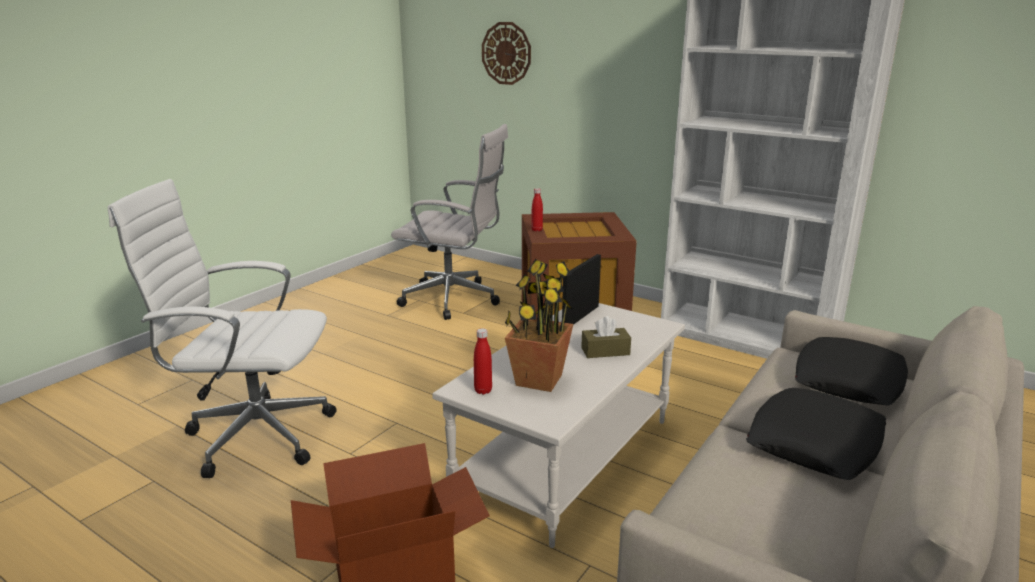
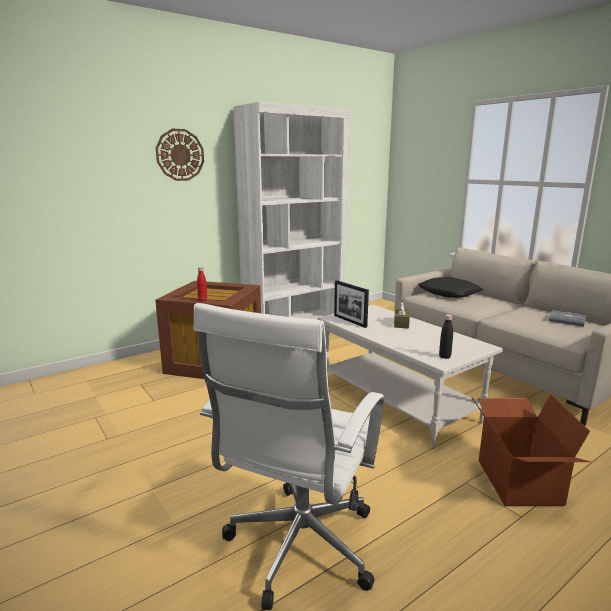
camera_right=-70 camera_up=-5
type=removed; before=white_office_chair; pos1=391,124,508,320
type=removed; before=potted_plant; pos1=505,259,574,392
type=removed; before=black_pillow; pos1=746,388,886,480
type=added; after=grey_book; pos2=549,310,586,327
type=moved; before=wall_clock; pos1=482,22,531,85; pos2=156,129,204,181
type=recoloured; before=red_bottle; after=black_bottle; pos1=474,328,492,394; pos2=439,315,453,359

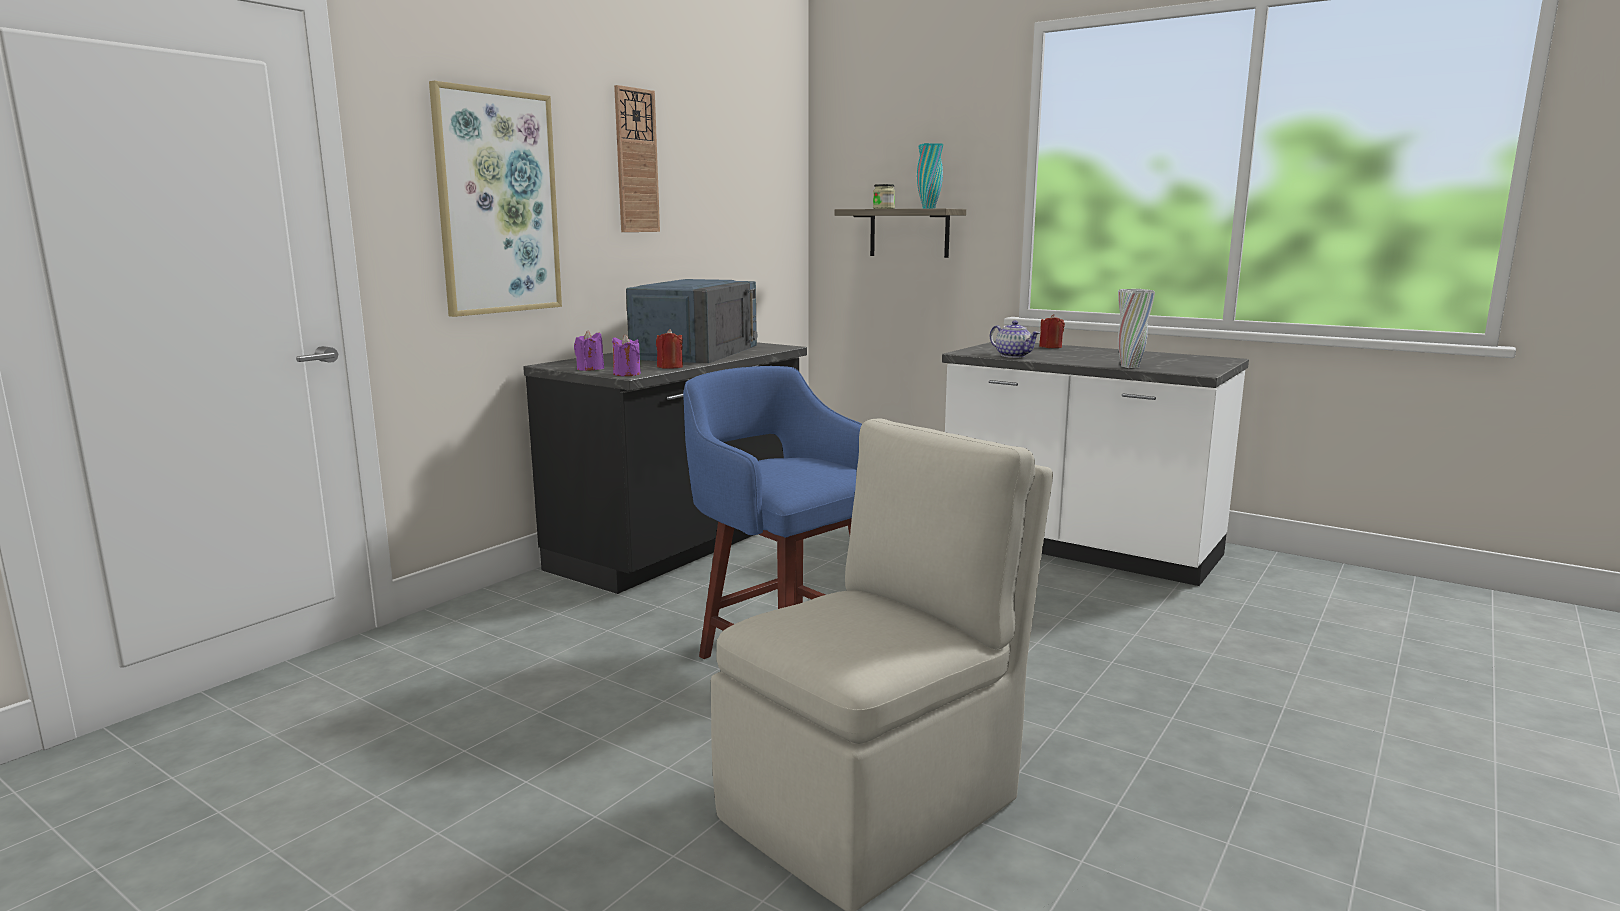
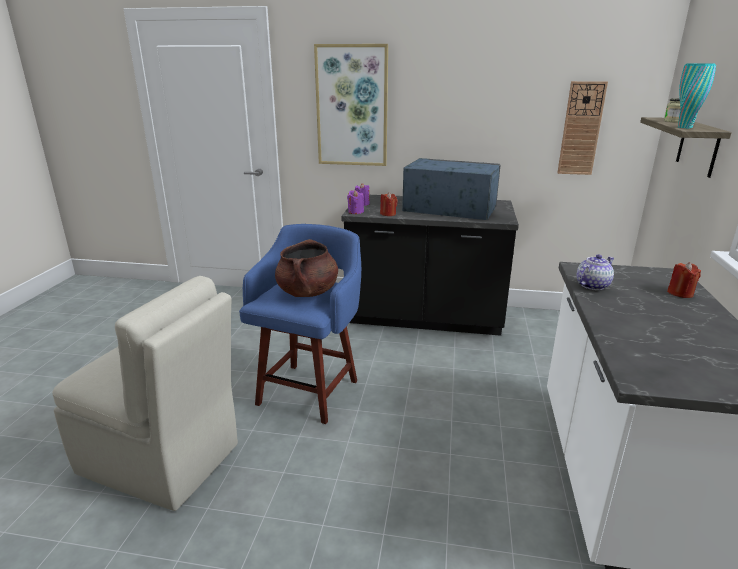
camera_right=65 camera_up=10
type=removed; before=white_vase; pos1=1118,289,1155,368
type=added; after=brown_cooking_pot; pos2=275,239,338,297
type=moved; before=wall_clock; pos1=614,85,660,232; pos2=557,81,608,175
type=turned; before=blue_microwave; pos1=626,279,757,363; pos2=402,158,500,220; turn=-150
type=turned; before=teapot; pos1=990,321,1040,358; pos2=577,254,614,290; turn=-150

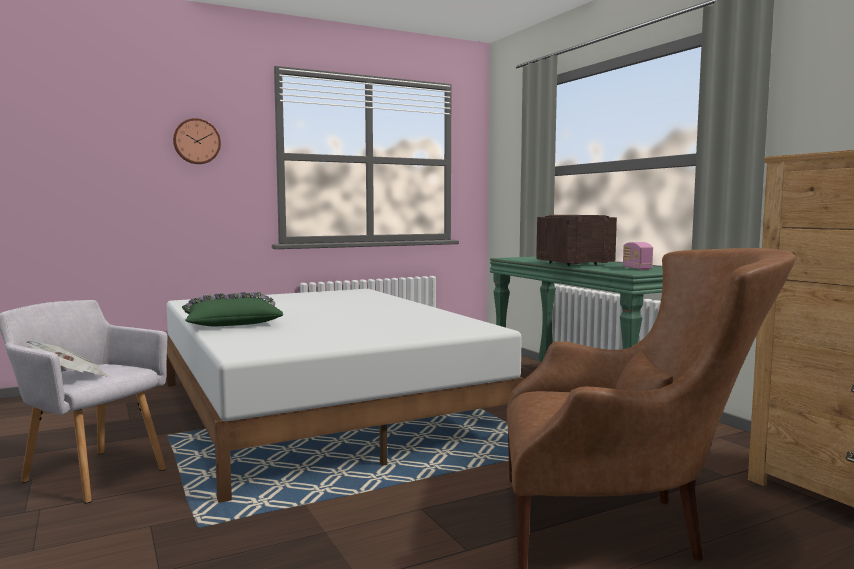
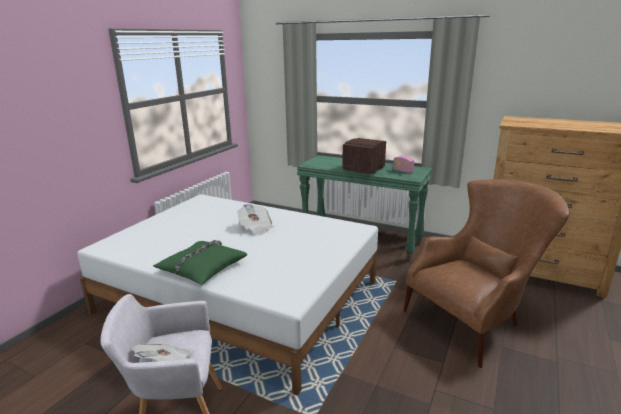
camera_right=-35 camera_up=15
type=removed; before=wall_clock; pos1=173,118,221,164
type=added; after=newspaper; pos2=237,204,273,236

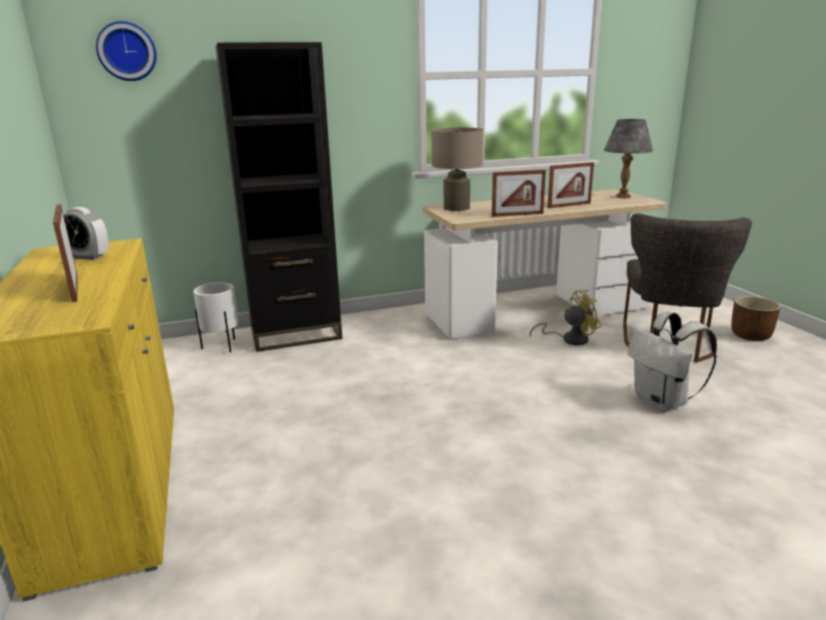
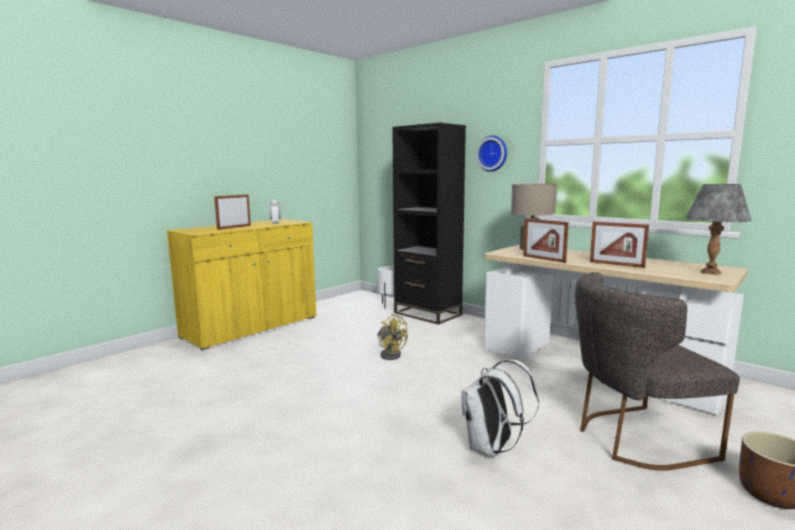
camera_right=60 camera_up=-10
type=moved; before=wall_clock; pos1=96,21,157,81; pos2=476,136,507,172
type=moved; before=yellow_fan; pos1=530,290,601,345; pos2=377,314,408,360

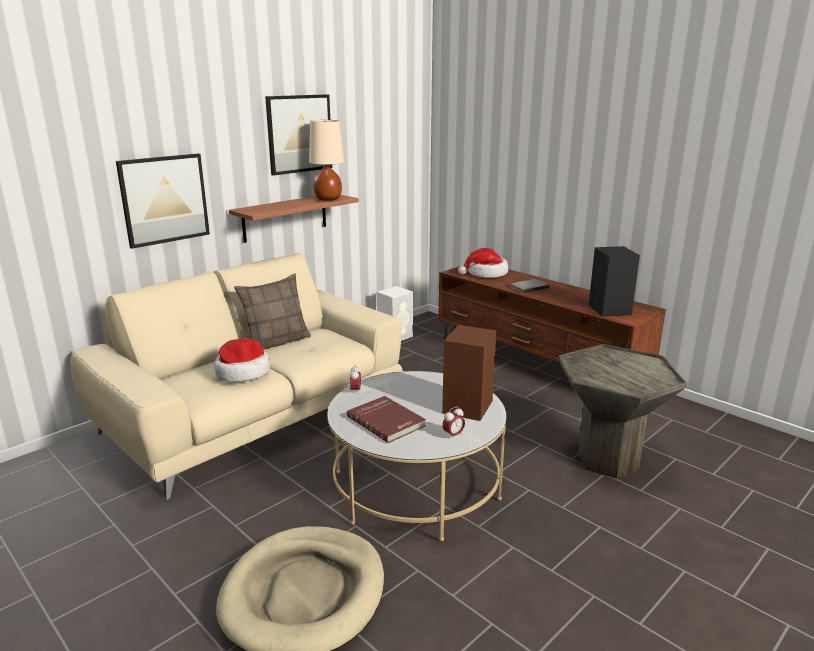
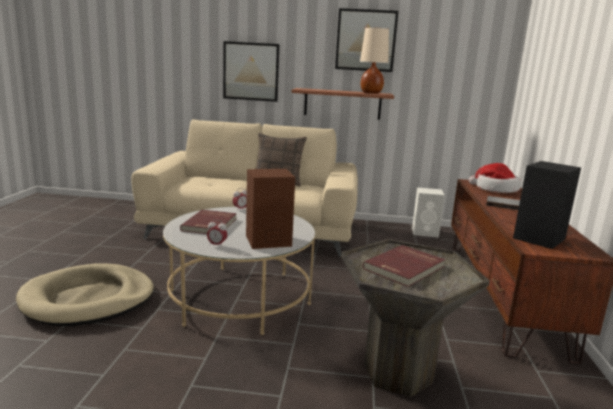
camera_right=50 camera_up=-5
type=removed; before=hat; pos1=215,338,270,382
type=added; after=red_book; pos2=363,245,445,287

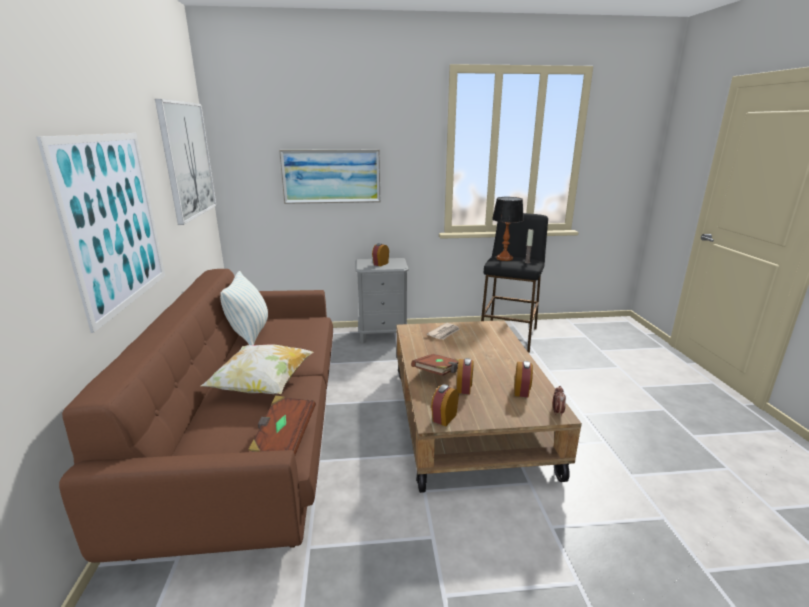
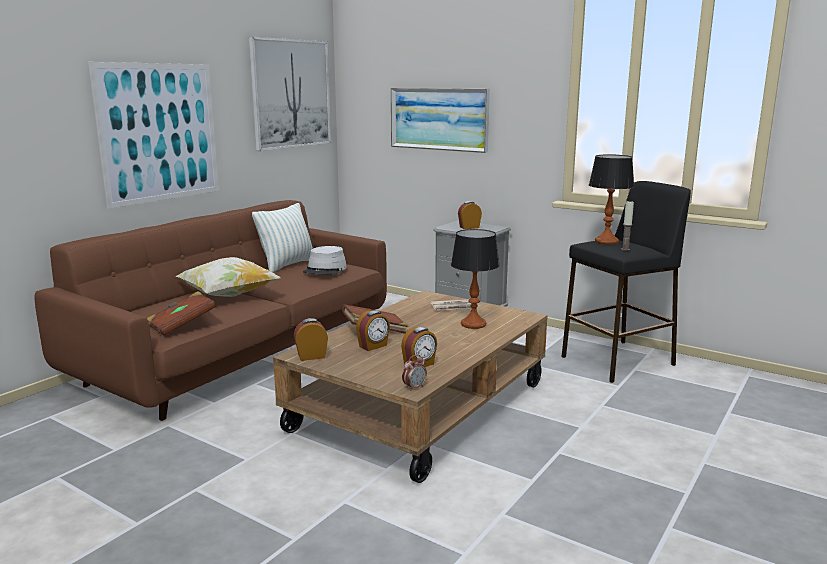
camera_right=40 camera_up=-5
type=added; after=grey_hat; pos2=303,246,347,275
type=added; after=table_lamp; pos2=451,229,500,329

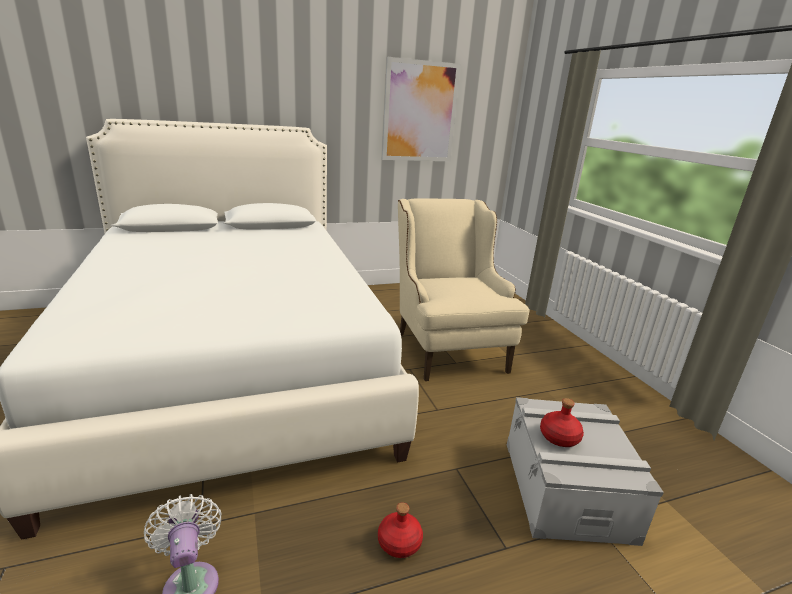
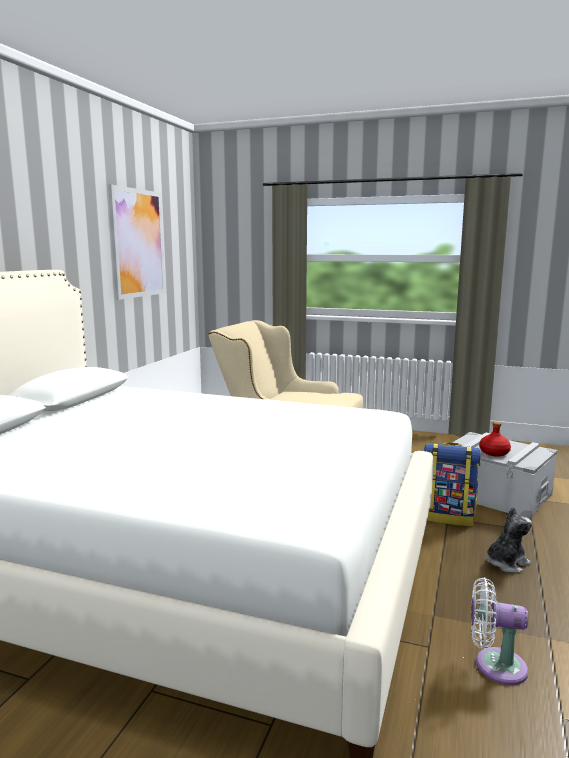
camera_right=-50 camera_up=-10
type=added; after=backpack; pos2=424,442,481,526
type=replaced; before=red_bottle; after=plush_toy; pos1=378,502,423,558; pos2=487,507,532,573

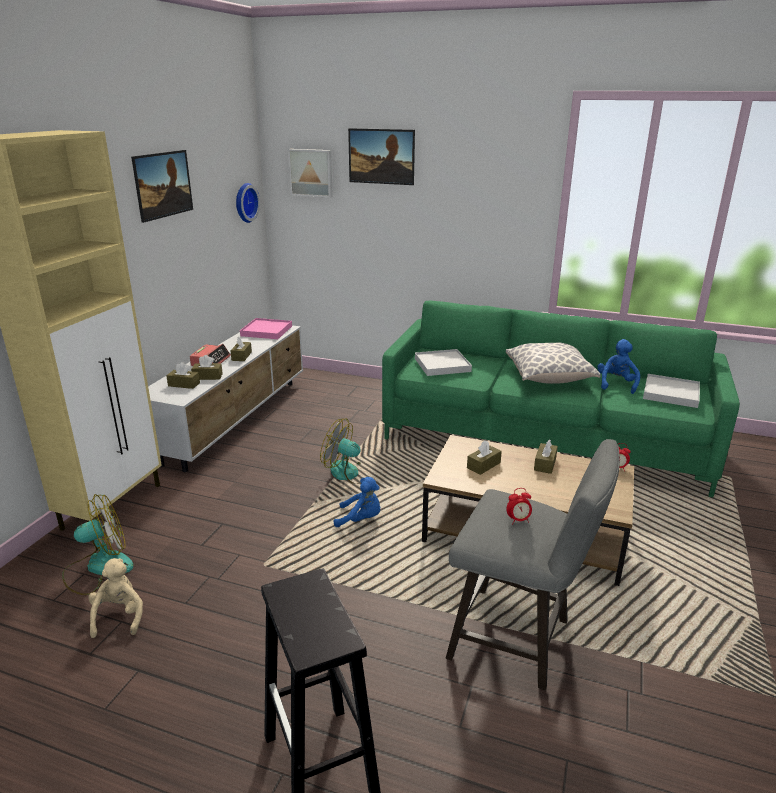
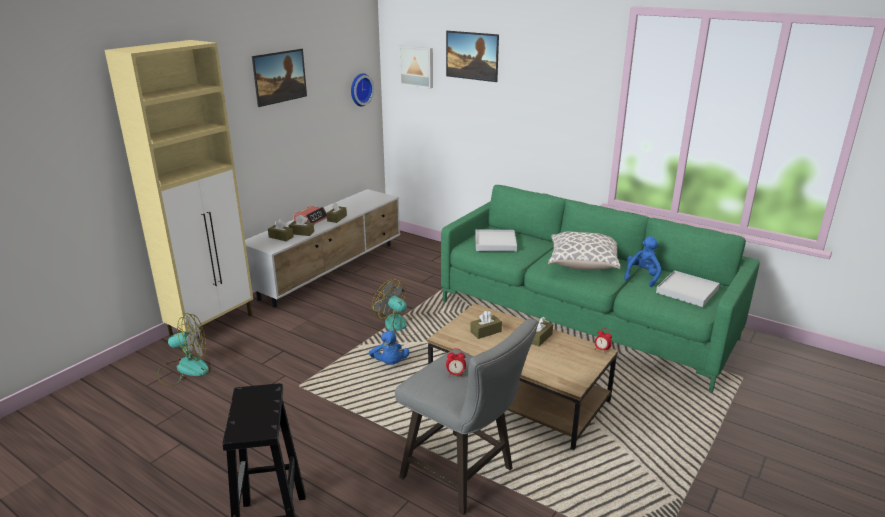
camera_right=15 camera_up=0
type=removed; before=beige_plush_toy; pos1=88,558,143,638
type=removed; before=pink_tray; pos1=240,318,292,339
type=turned; before=blue_plush_toy; pos1=334,477,380,527; pos2=369,330,409,365; turn=45

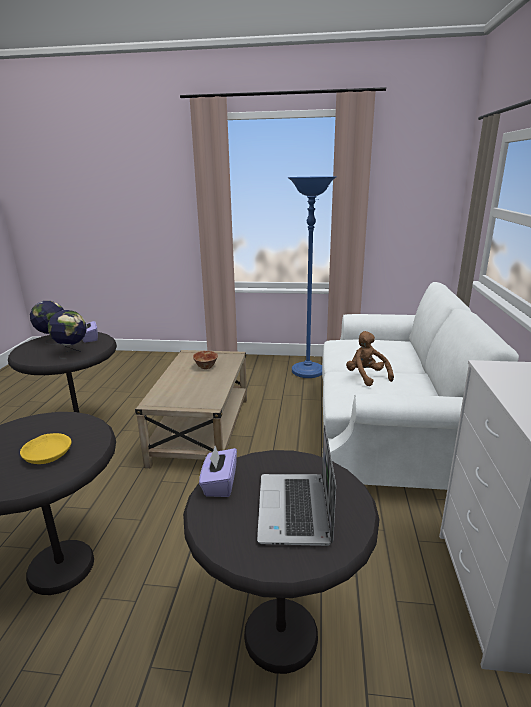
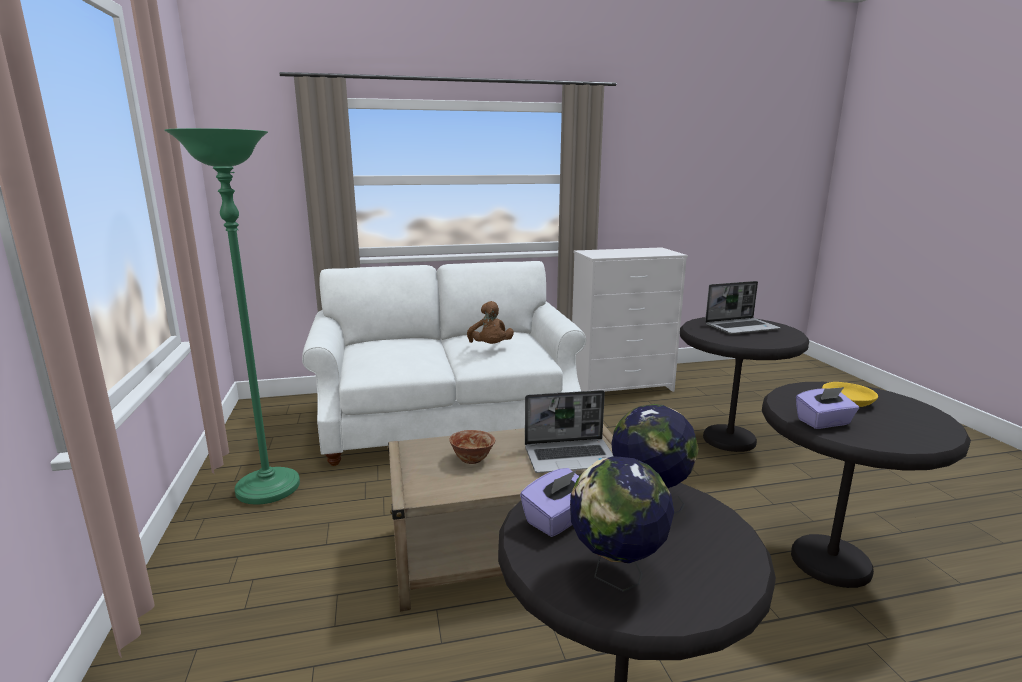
camera_right=-110 camera_up=-5
type=added; after=laptop; pos2=525,390,613,473
type=moved; before=purple_tissue_box; pos1=199,446,237,497; pos2=796,387,859,429
type=recoloured; before=blue_floor_lamp; after=green_floor_lamp; pos1=288,176,337,378; pos2=165,128,300,504
type=turned; before=brown_plush_toy; pos1=346,331,394,386; pos2=467,301,514,344; turn=-60

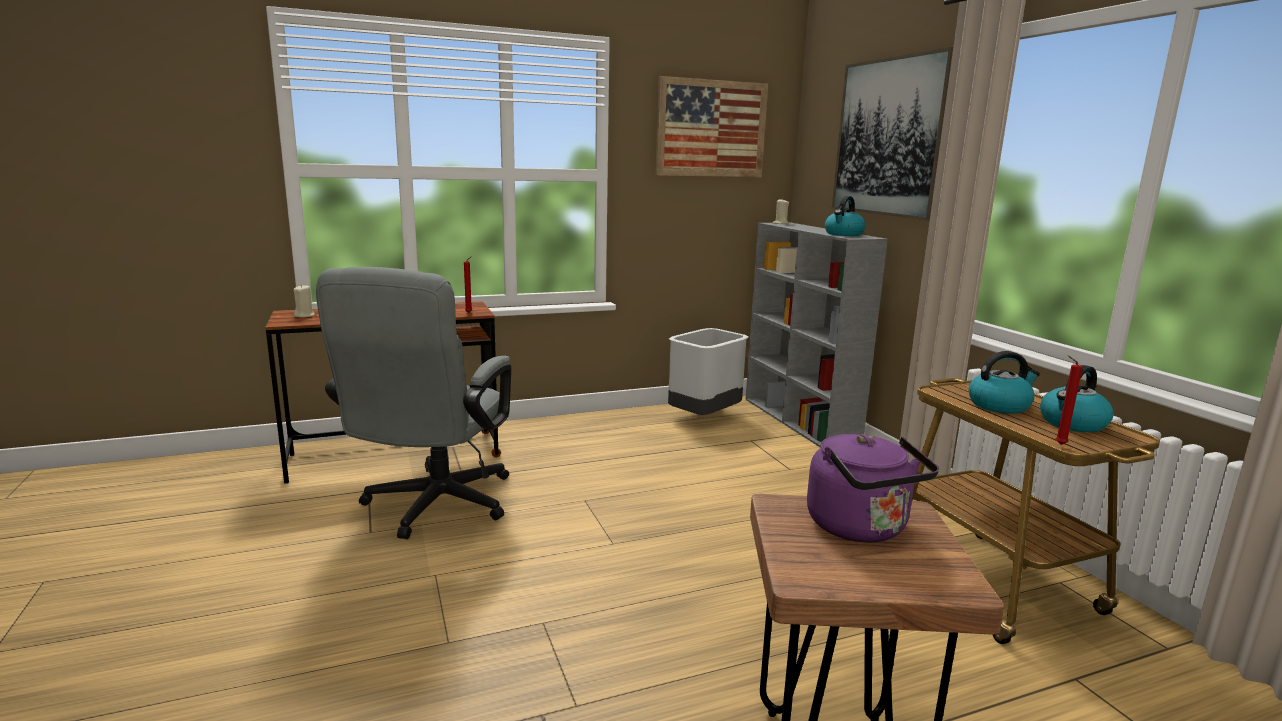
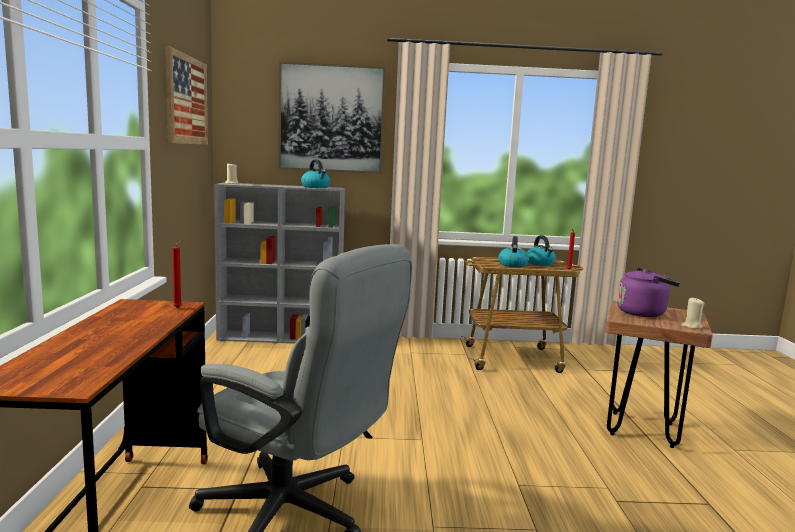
camera_right=-70 camera_up=-5
type=removed; before=grey_trash_can; pos1=668,328,748,415
type=moved; before=beige_candle; pos1=293,284,315,318; pos2=681,297,705,329

